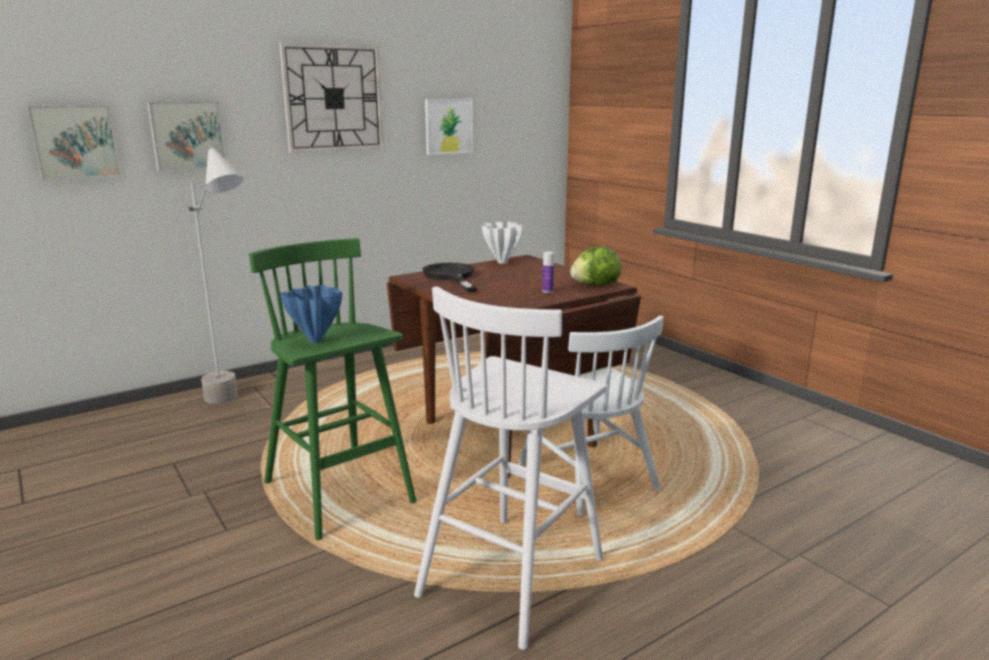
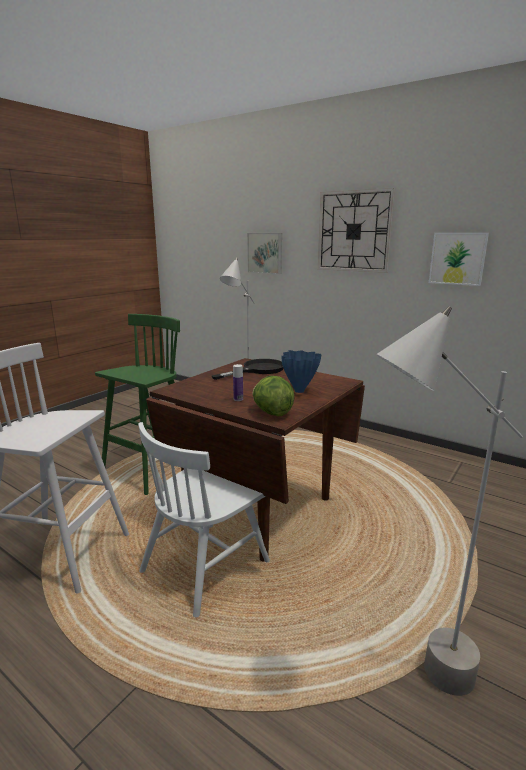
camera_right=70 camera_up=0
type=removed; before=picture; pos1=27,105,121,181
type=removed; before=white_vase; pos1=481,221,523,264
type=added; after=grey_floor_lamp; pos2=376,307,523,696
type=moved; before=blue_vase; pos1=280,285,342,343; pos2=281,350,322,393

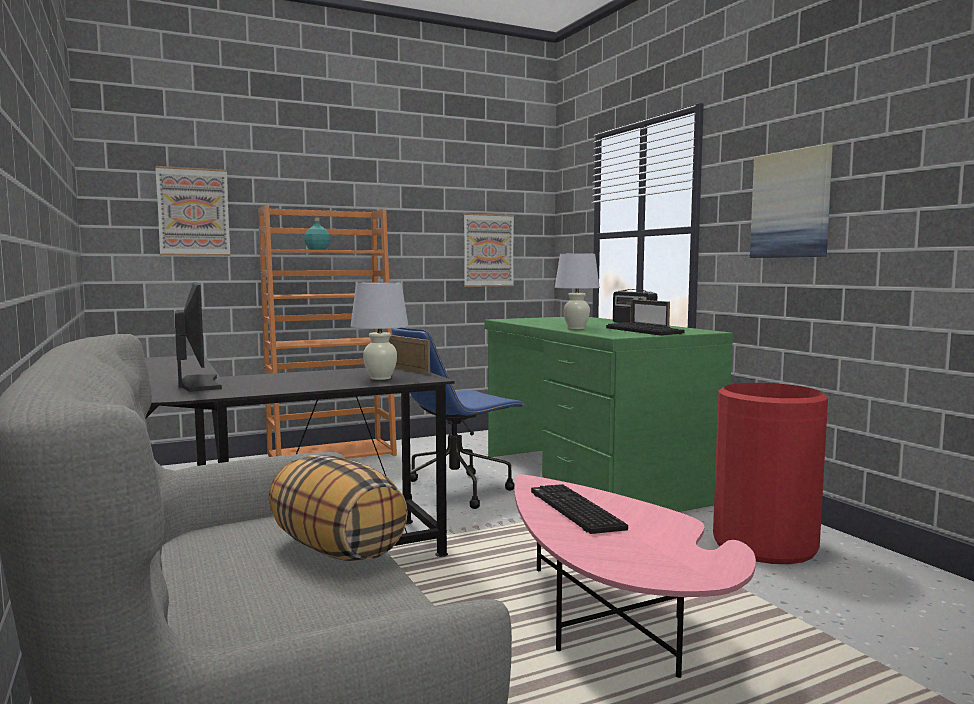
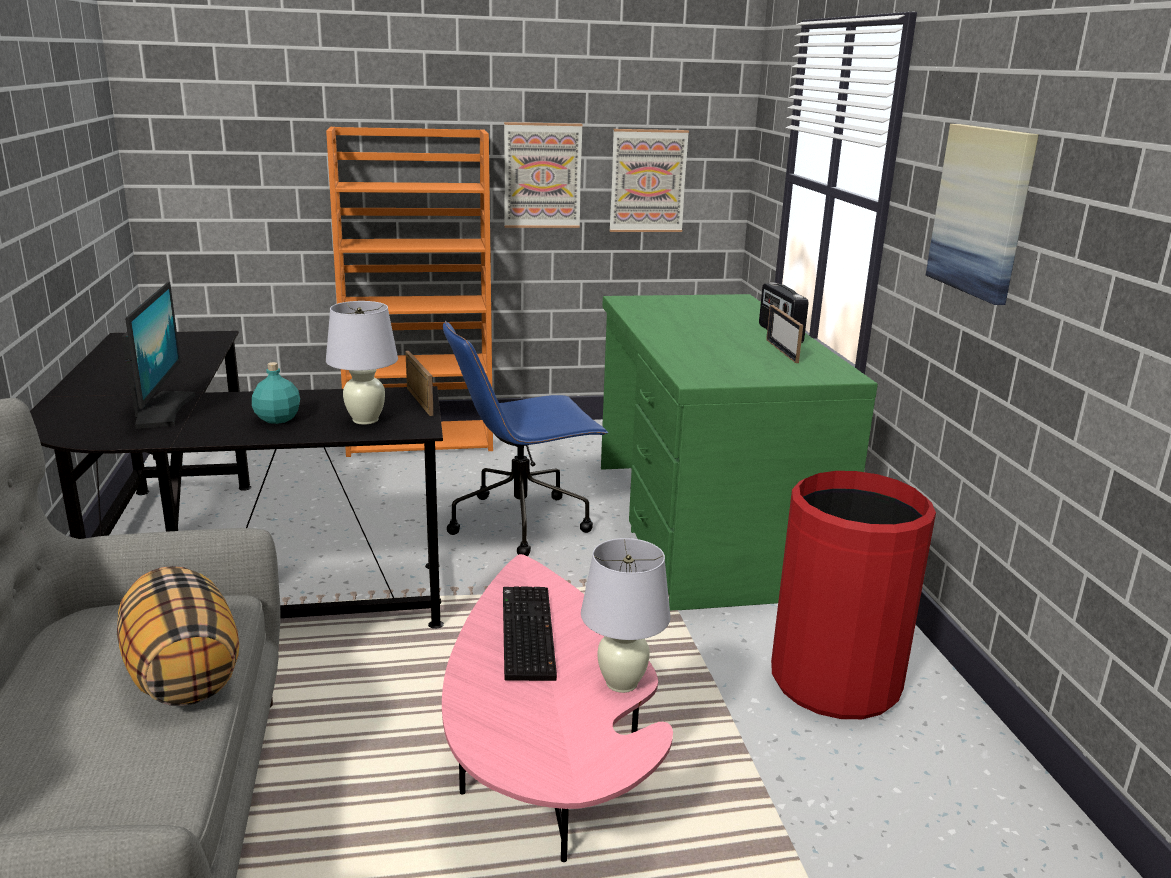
camera_right=15 camera_up=15
type=removed; before=keyboard; pos1=606,322,684,336
type=moved; before=picture; pos1=155,166,230,256; pos2=504,122,583,228
type=moved; before=turquoise_bottle; pos1=304,218,331,250; pos2=252,362,300,424
type=moved; before=white_table_lamp; pos1=555,254,600,329; pos2=581,538,671,693

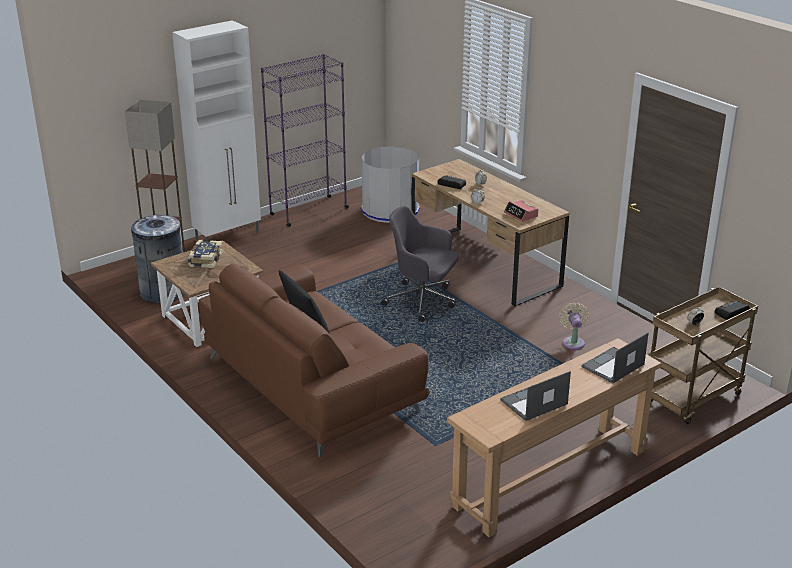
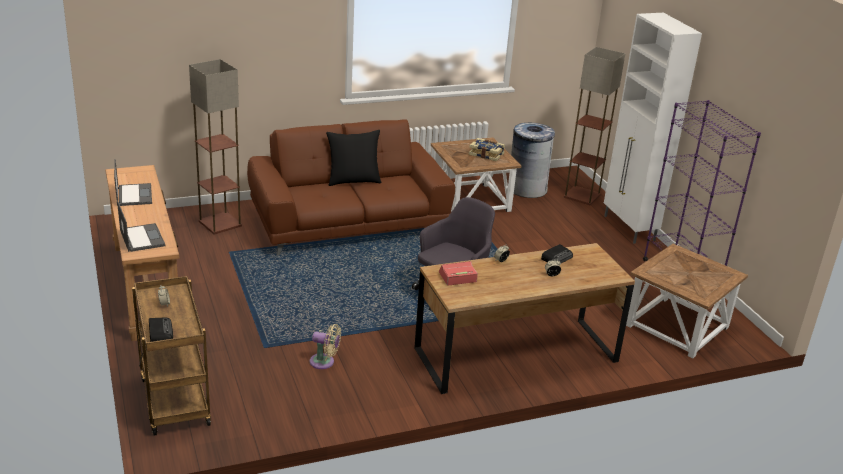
camera_right=105 camera_up=0
type=added; after=floor_lamp; pos2=189,59,242,234
type=replaced; before=grey_trash_can; after=brown_side_table; pos1=361,146,420,223; pos2=626,244,748,358

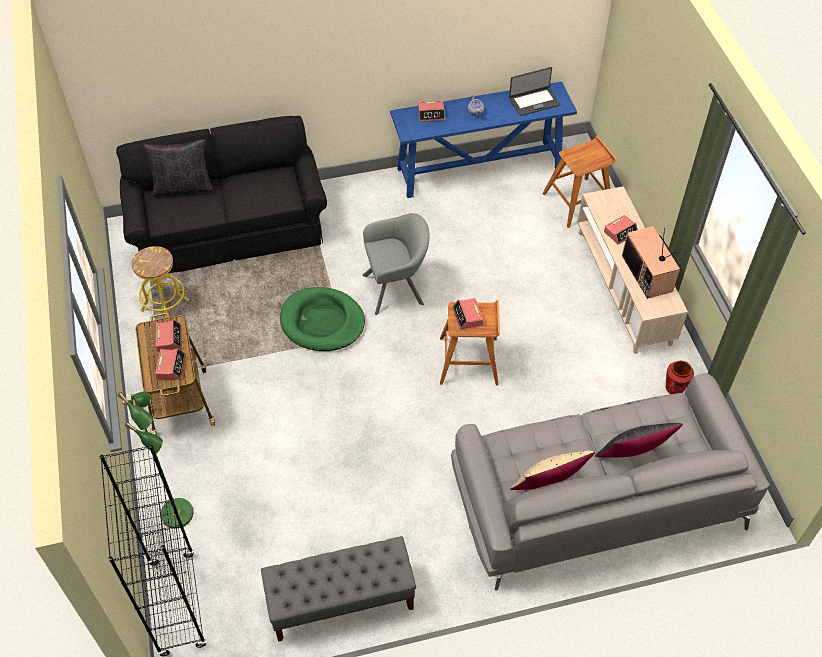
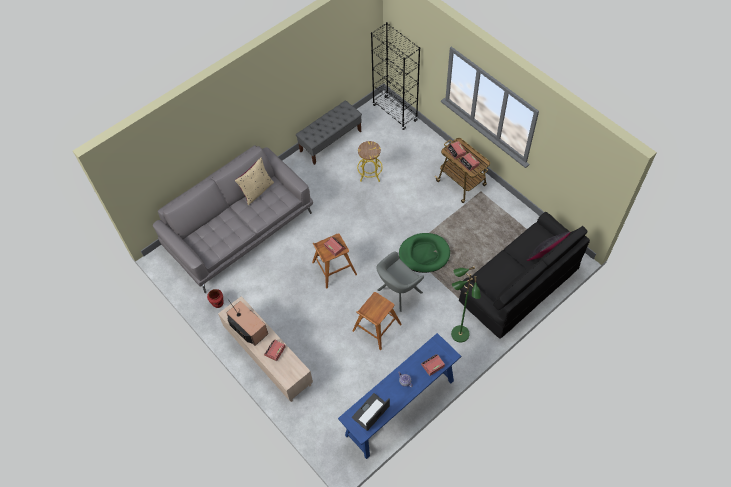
camera_right=155 camera_up=5
type=removed; before=black_pillow; pos1=595,423,683,458
type=moved; before=green_floor_lamp; pos1=117,391,194,529; pos2=451,267,481,342
type=moved; before=yellow_stool; pos1=132,246,189,318; pos2=357,141,383,182
type=moved; before=brown_stool; pos1=542,136,617,228; pos2=352,292,402,350

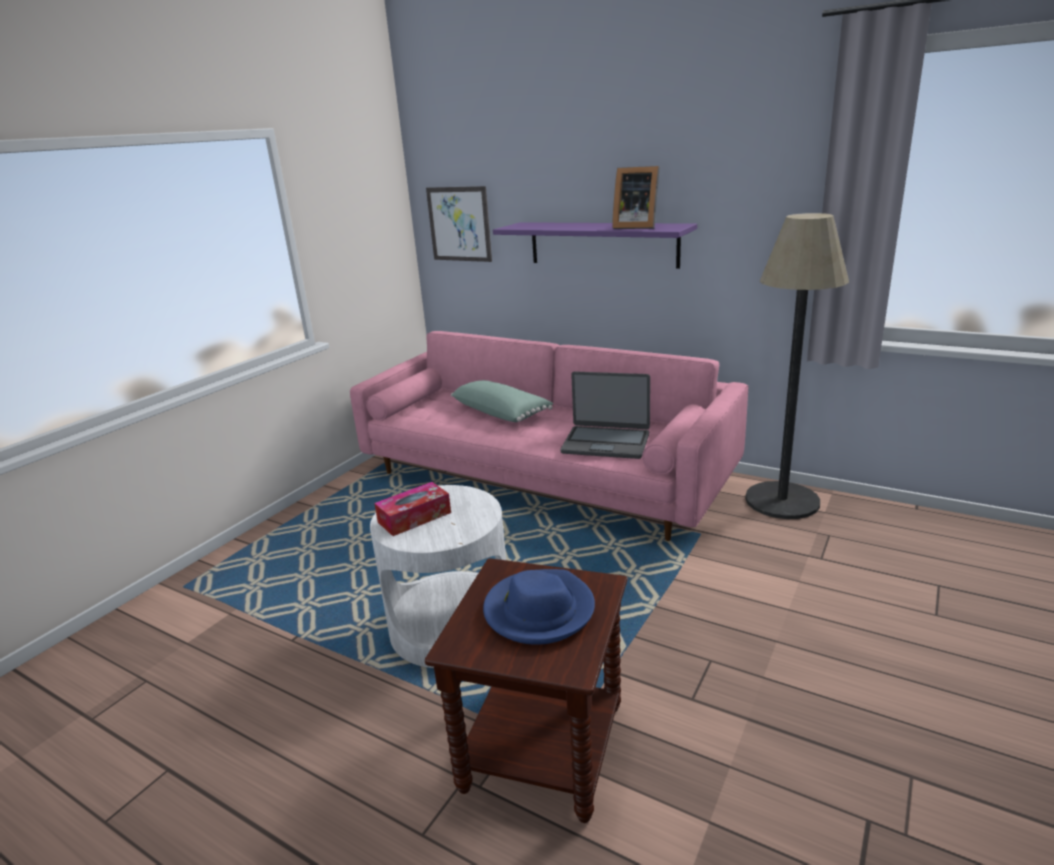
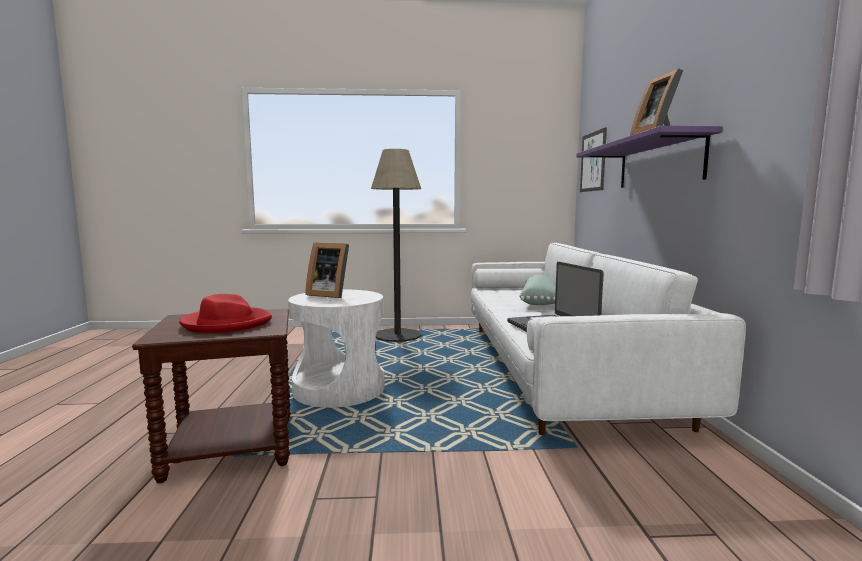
camera_right=55 camera_up=-15
type=moved; before=floor_lamp; pos1=745,213,849,519; pos2=371,149,421,342
type=replaced; before=tissue_box; after=picture_frame; pos1=374,482,451,536; pos2=305,243,349,298
type=recoloured; before=pink_sofa; after=white_sofa; pos1=350,331,748,541; pos2=471,243,746,435
type=recoloured; before=blue_hat; after=red_hat; pos1=483,569,595,645; pos2=179,294,272,333

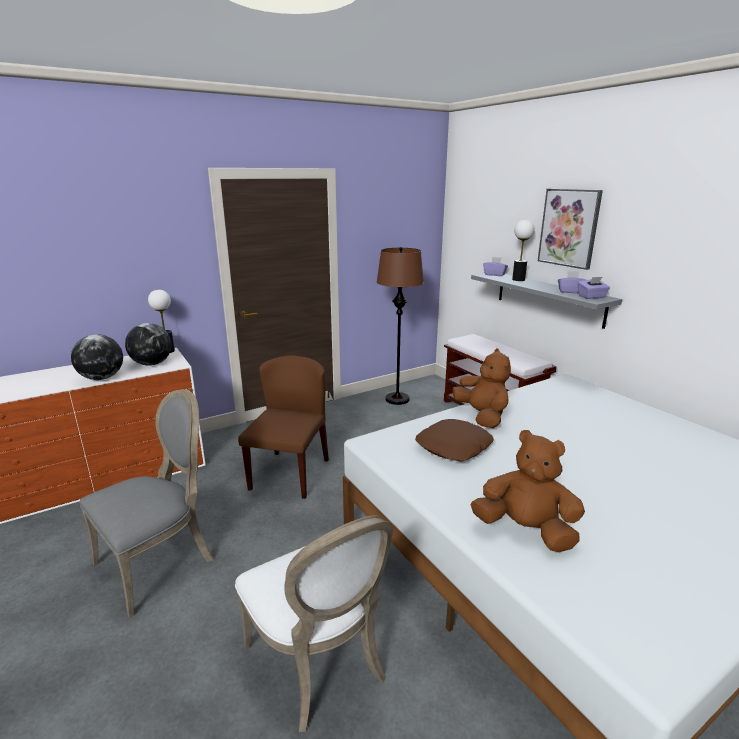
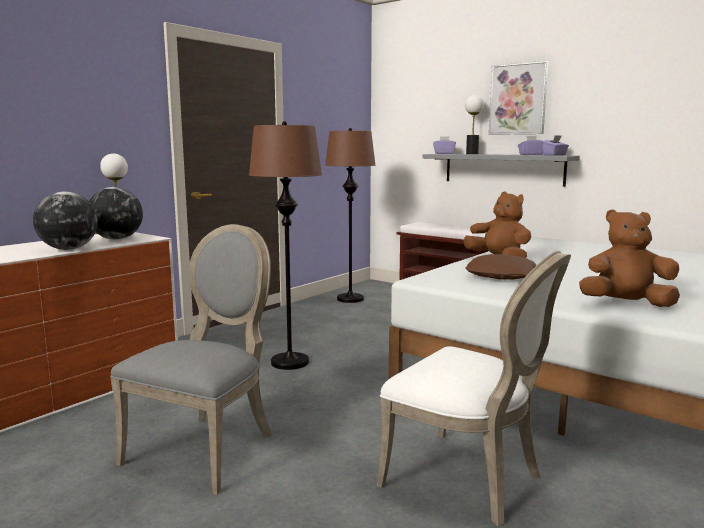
camera_right=-20 camera_up=-10
type=replaced; before=brown_chair; after=brown_floor_lamp; pos1=238,356,329,499; pos2=249,121,322,370

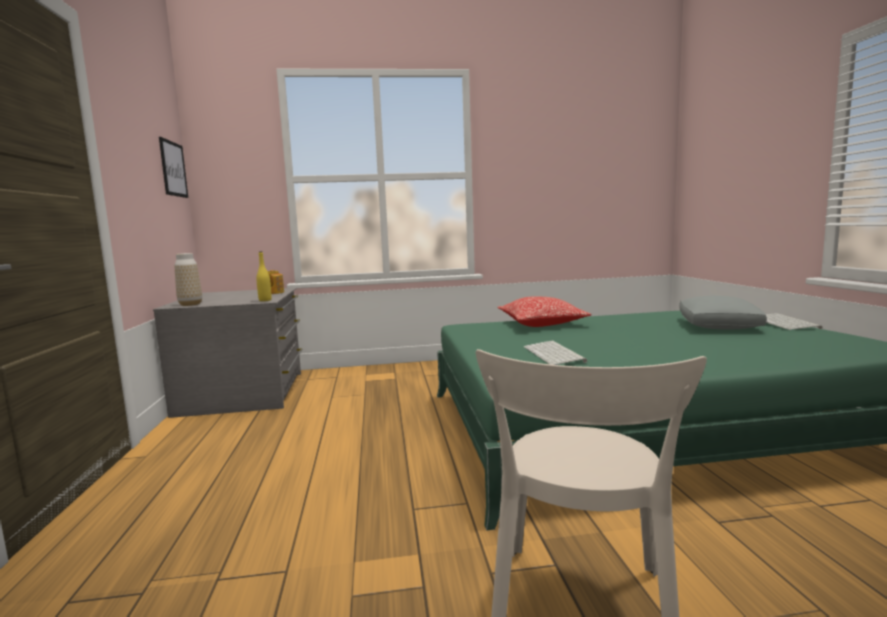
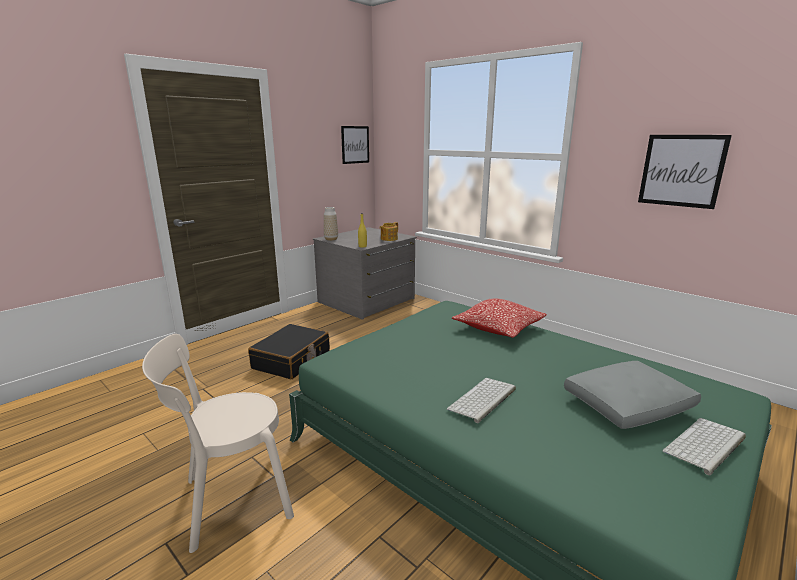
camera_right=50 camera_up=10
type=added; after=black_suitcase; pos2=248,324,330,380
type=added; after=picture; pos2=638,135,732,209
type=moved; before=keyboard; pos1=524,341,587,365; pos2=447,378,516,423

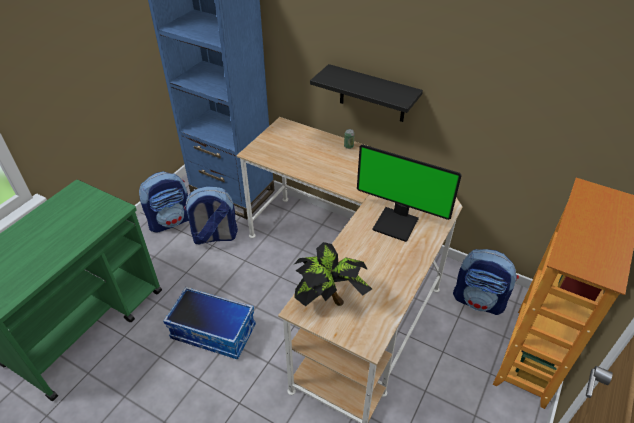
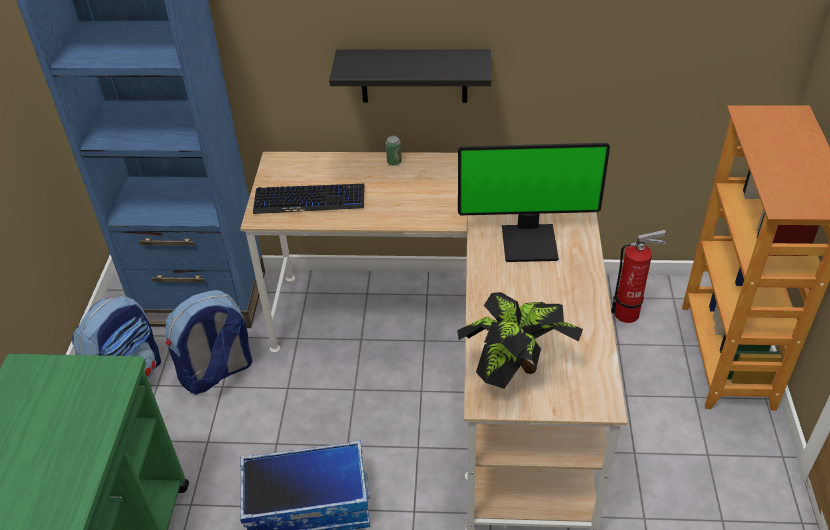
camera_right=-25 camera_up=0
type=added; after=keyboard; pos2=253,184,365,214
type=replaced; before=backpack; after=fire_extinguisher; pos1=453,249,519,315; pos2=611,230,666,323

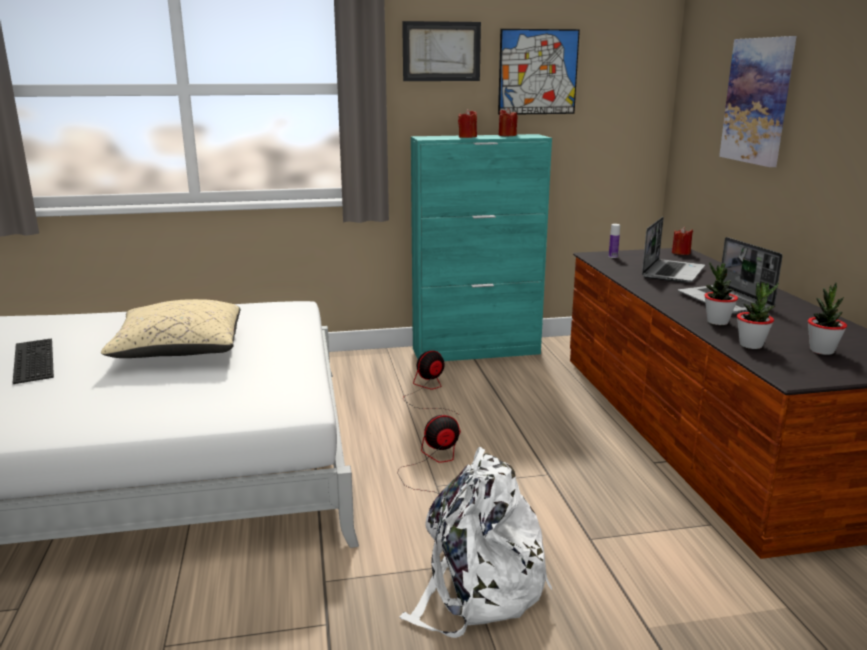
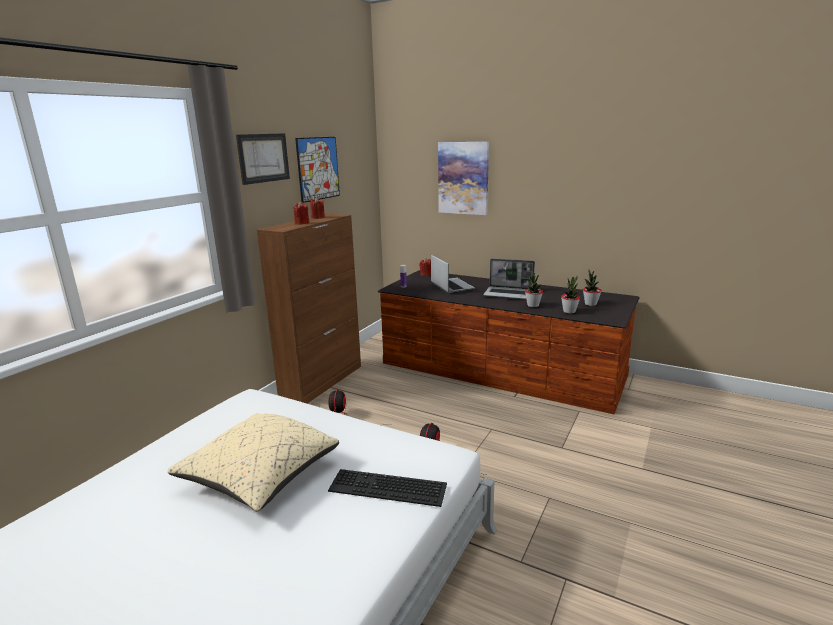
camera_right=-50 camera_up=0
type=removed; before=white_backpack; pos1=399,447,552,638
type=moved; before=keyboard; pos1=13,339,54,384; pos2=328,469,447,507
type=recoloured; before=turquoise_cabinet; after=brown_cabinet; pos1=411,134,552,361; pos2=257,213,361,403

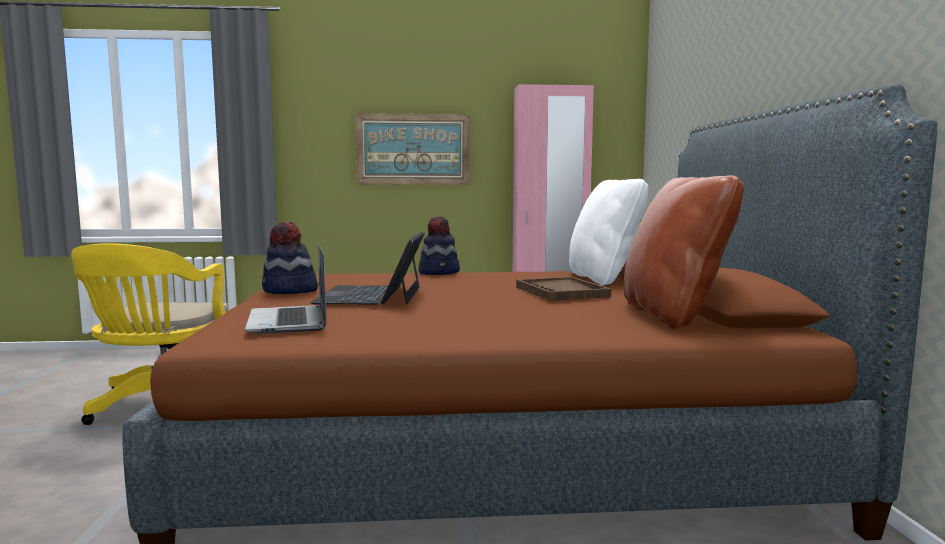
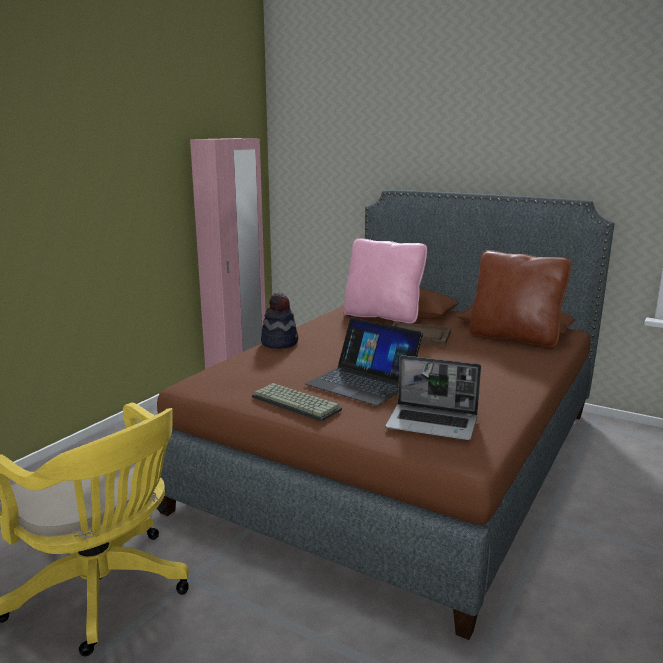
camera_right=-55 camera_up=10
type=removed; before=picture; pos1=355,113,470,185
type=replaced; before=hat; after=keyboard; pos1=262,222,318,294; pos2=252,383,342,422
type=recoloured; before=white_pillow; after=pink_pillow; pos1=569,179,648,286; pos2=344,238,427,323

